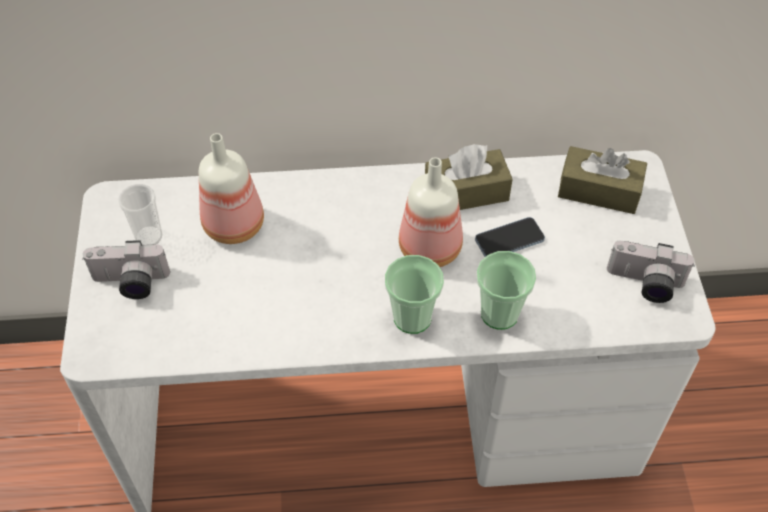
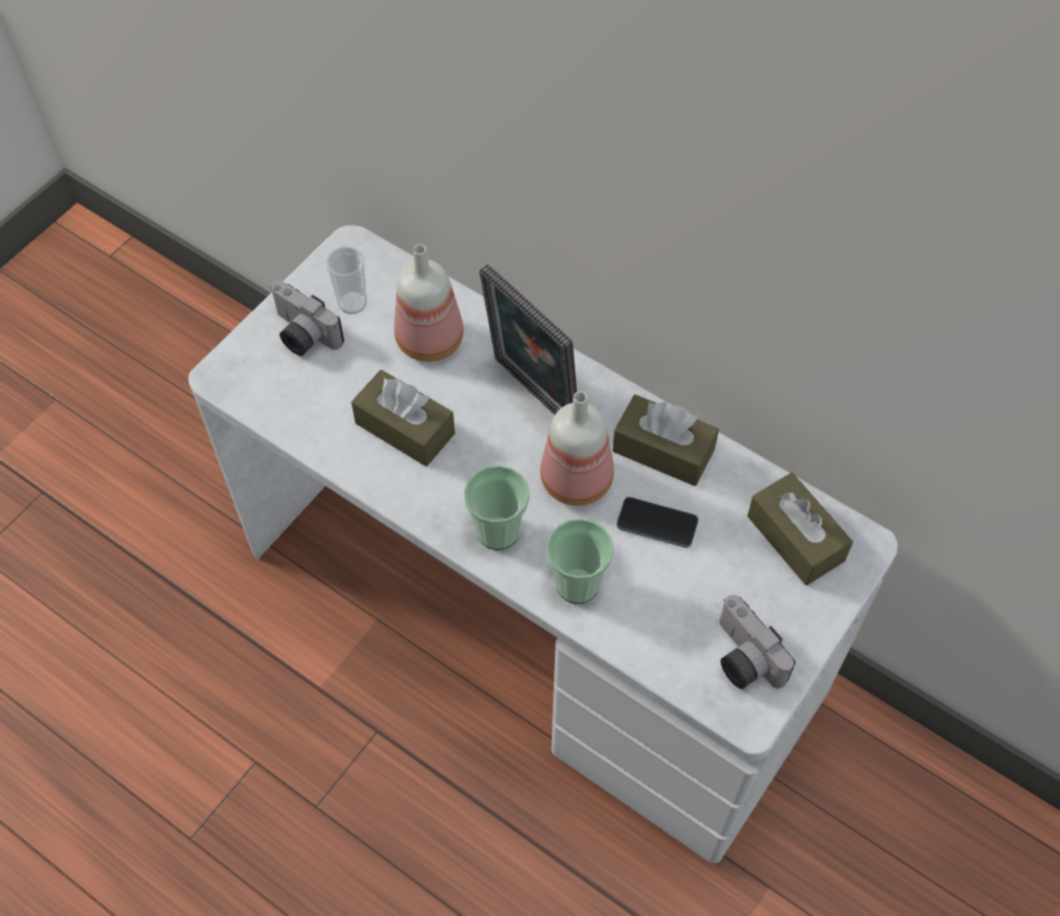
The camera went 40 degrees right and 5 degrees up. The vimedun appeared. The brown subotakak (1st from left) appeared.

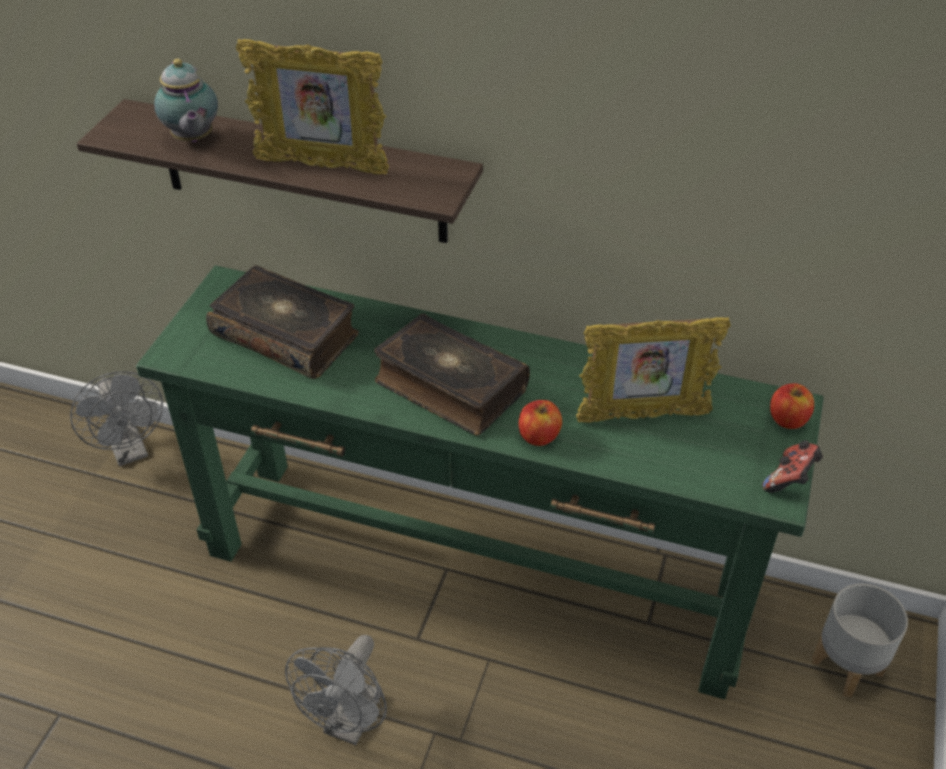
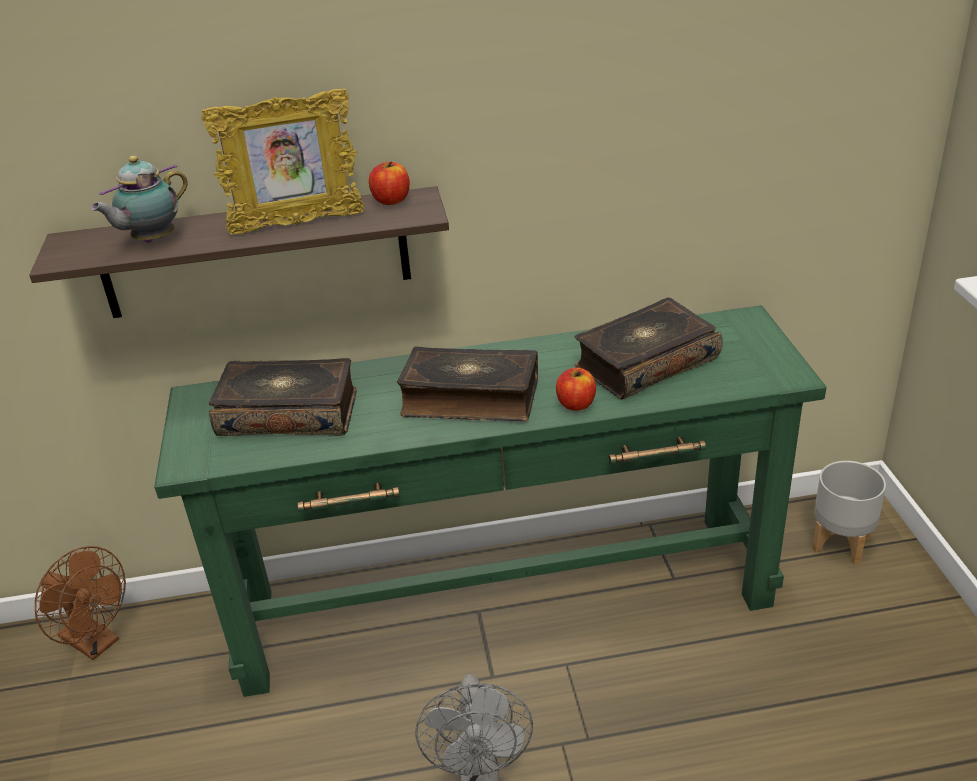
The camera went 25 degrees left and 10 degrees down. The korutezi turned 90 degrees clockwise. The vimedun (2nd from left) was replaced by the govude (3rd from left). The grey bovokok (1st from left) became the brown bovokok. The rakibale (2nd from left in the first image) moved. The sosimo disappeared.

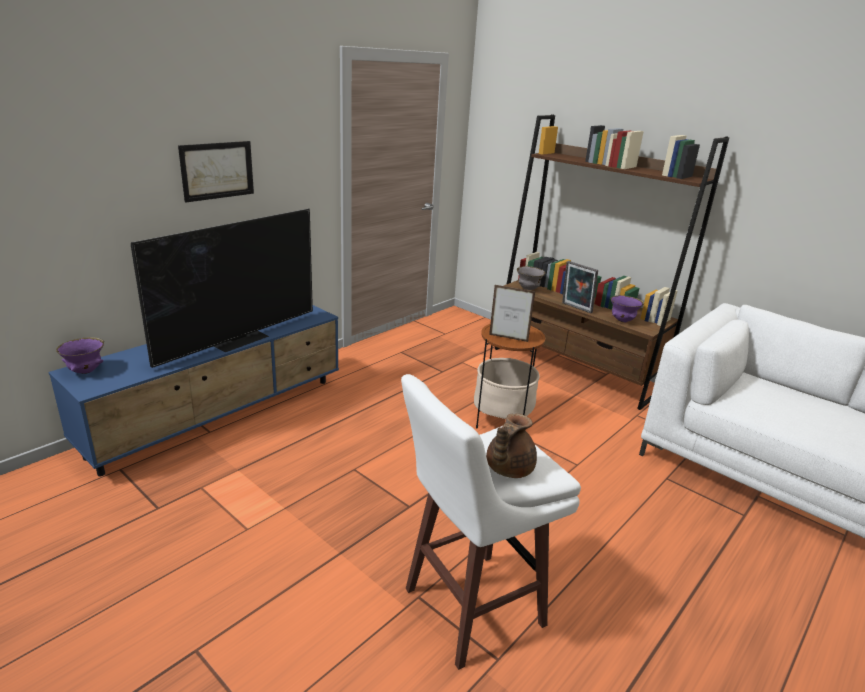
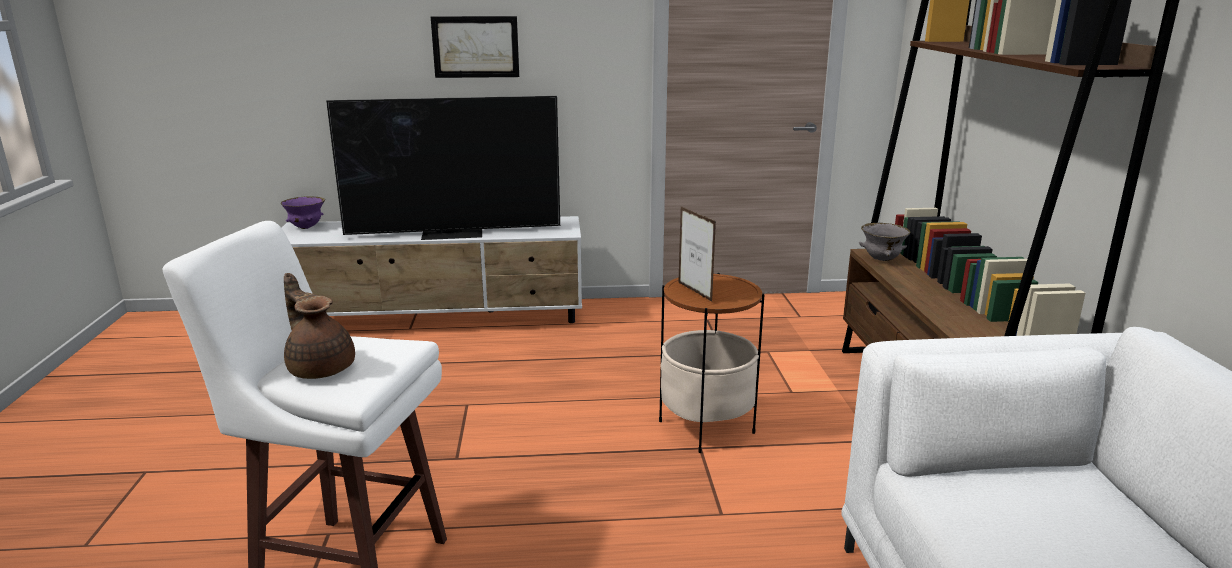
The camera went 45 degrees right and 5 degrees down. The vimedun (2nd from left) disappeared. The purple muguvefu (2nd from left) disappeared. The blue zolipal became the white zolipal. The brown korutezi turned 60 degrees clockwise.

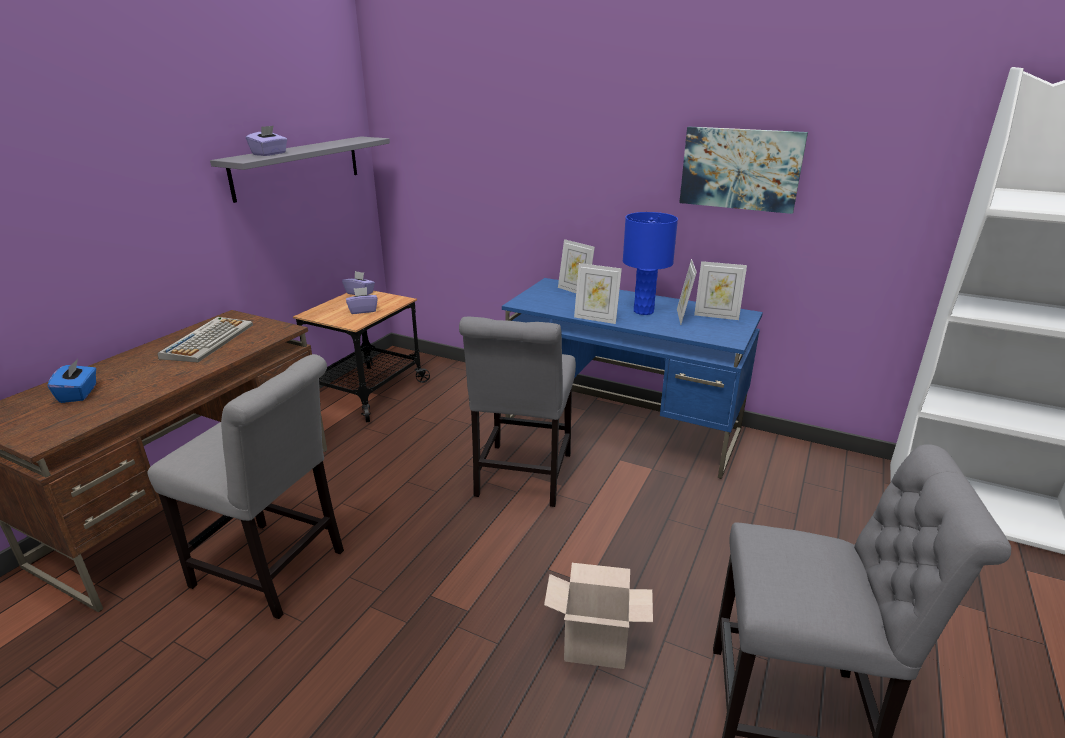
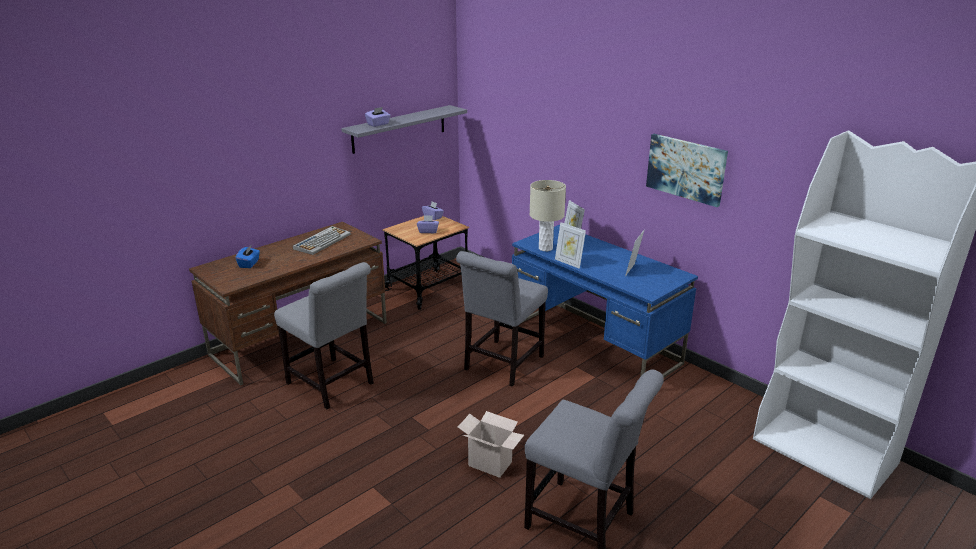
The camera went 20 degrees right and 0 degrees up. The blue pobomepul disappeared. The vimedun (4th from left) disappeared. The beige pobomepul appeared.

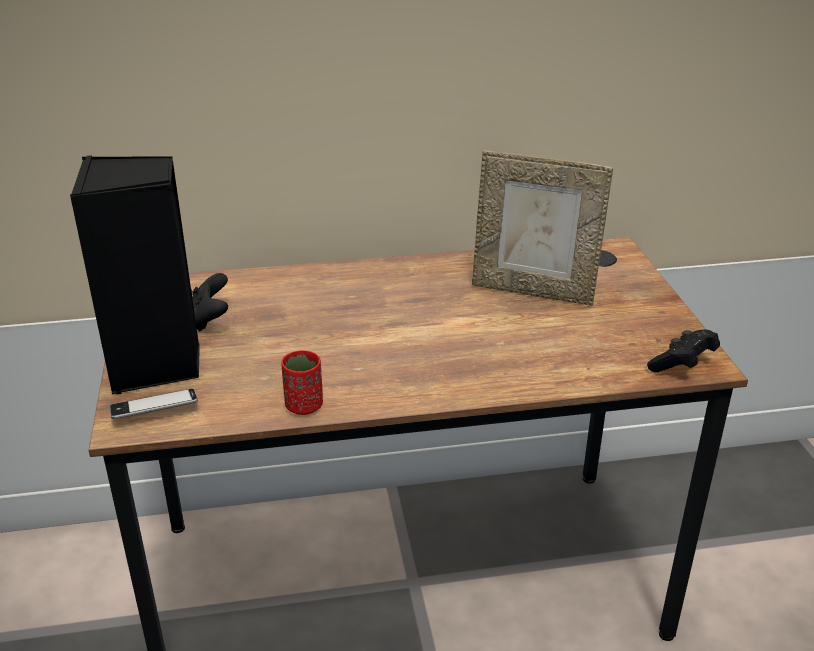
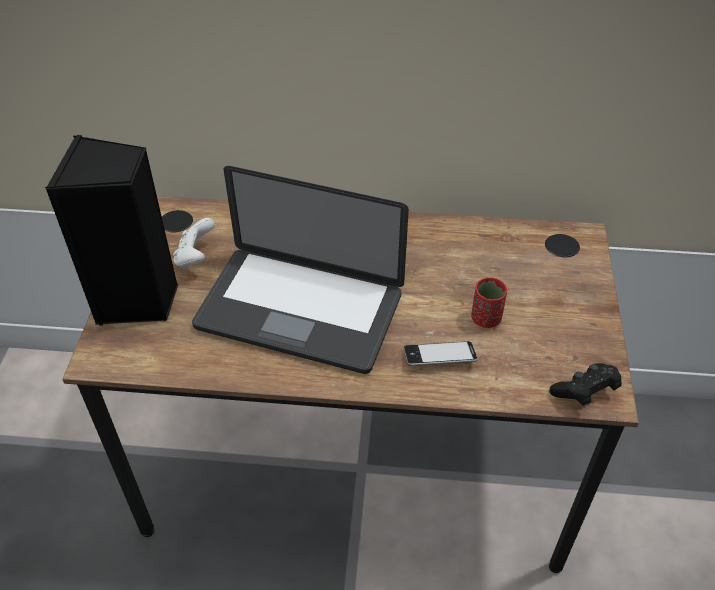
The camera went 15 degrees right and 15 degrees up. The vimedun disappeared. The black sosimo (1st from left) became the white sosimo. The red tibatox moved. The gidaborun moved. The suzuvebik appeared.

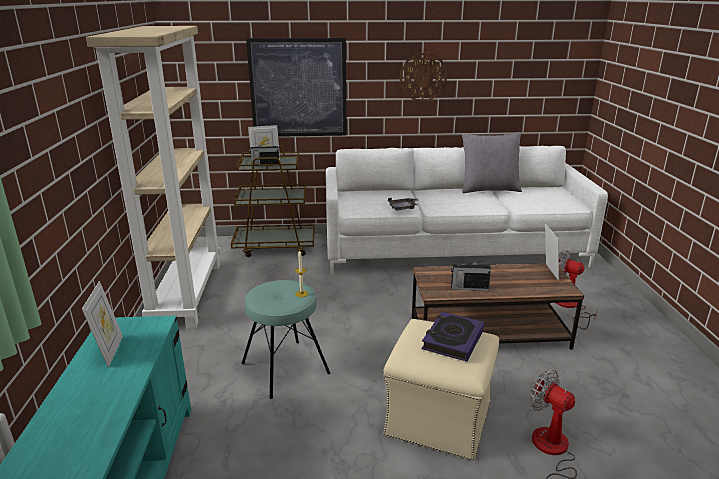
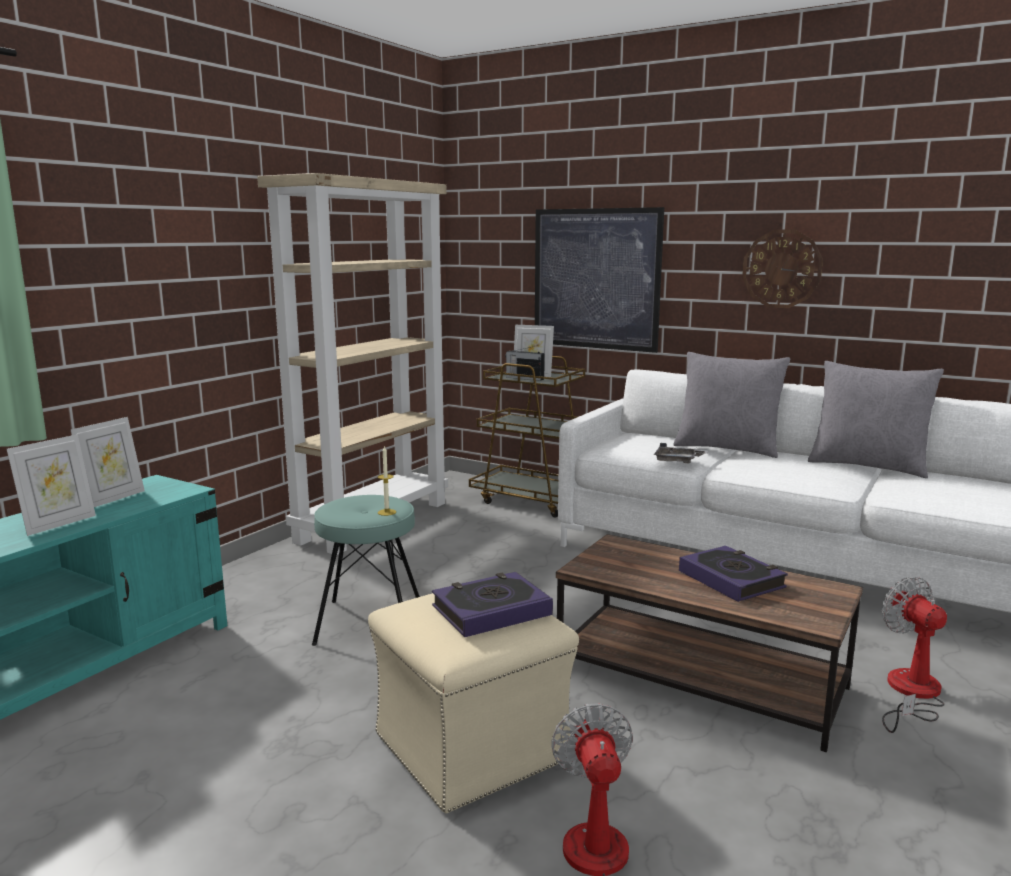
The camera went 35 degrees right and 10 degrees down. The vimedun (3rd from left in the first image) moved. The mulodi (2nd from left) disappeared. The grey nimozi (1st from left) appeared. The govude (2nd from left) appeared.

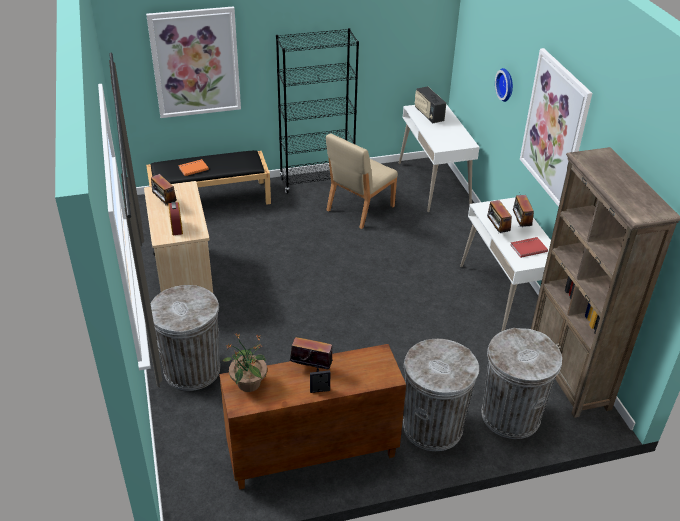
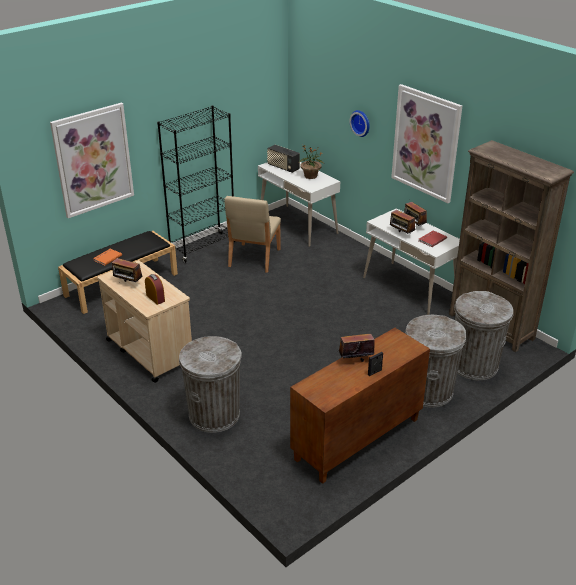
The camera went 25 degrees left and 5 degrees down. The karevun moved.

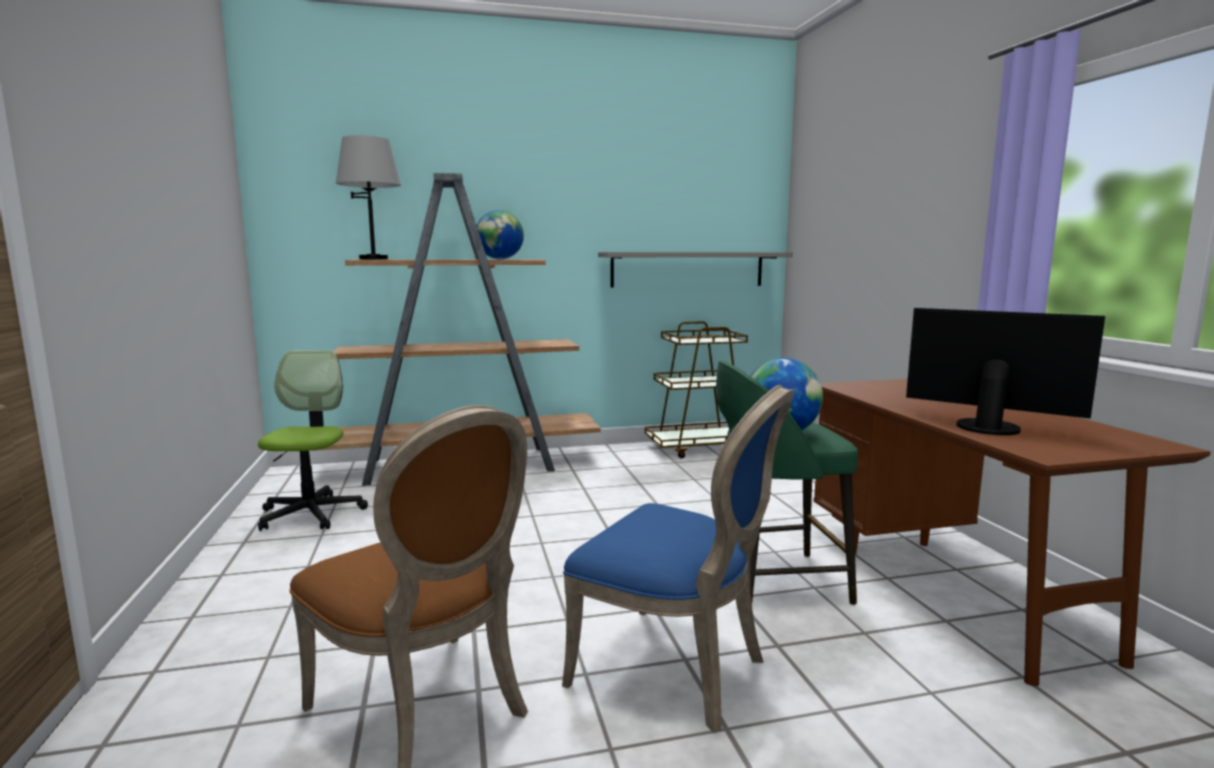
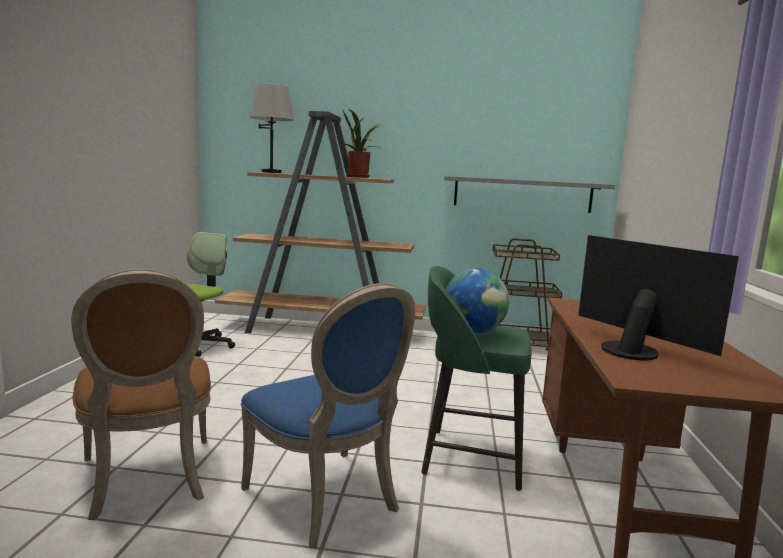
The camera went 20 degrees right and 0 degrees up. The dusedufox (1st from left) was replaced by the karevun.

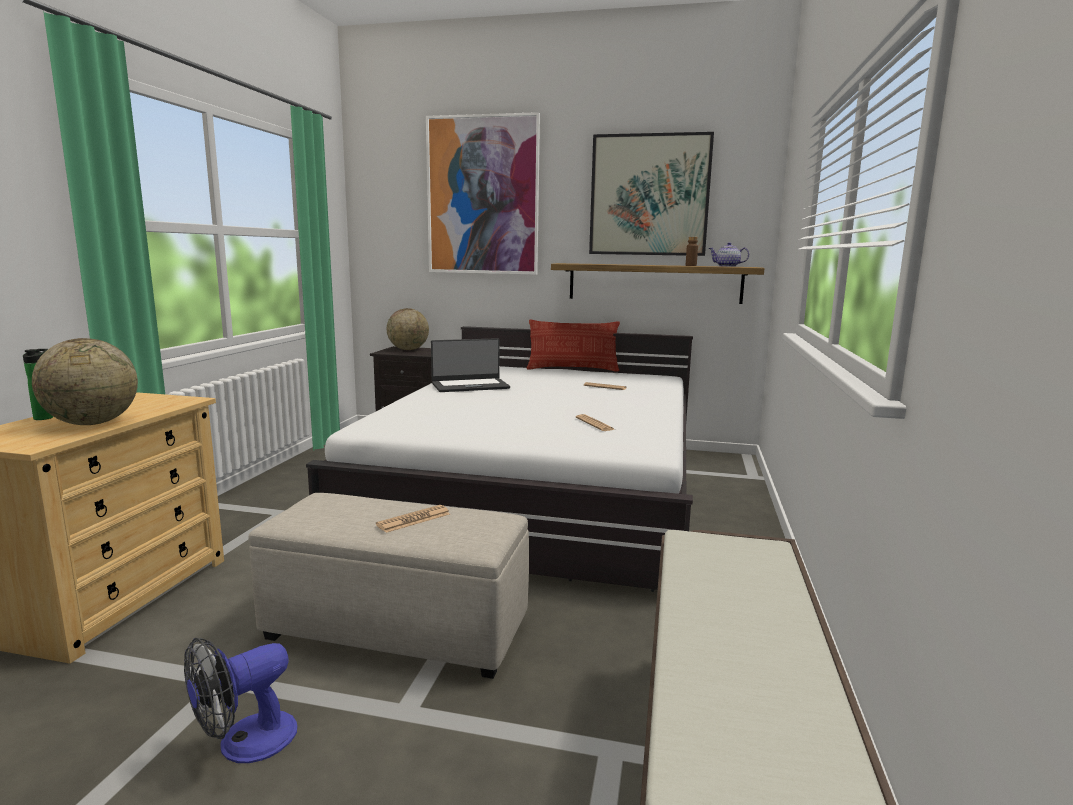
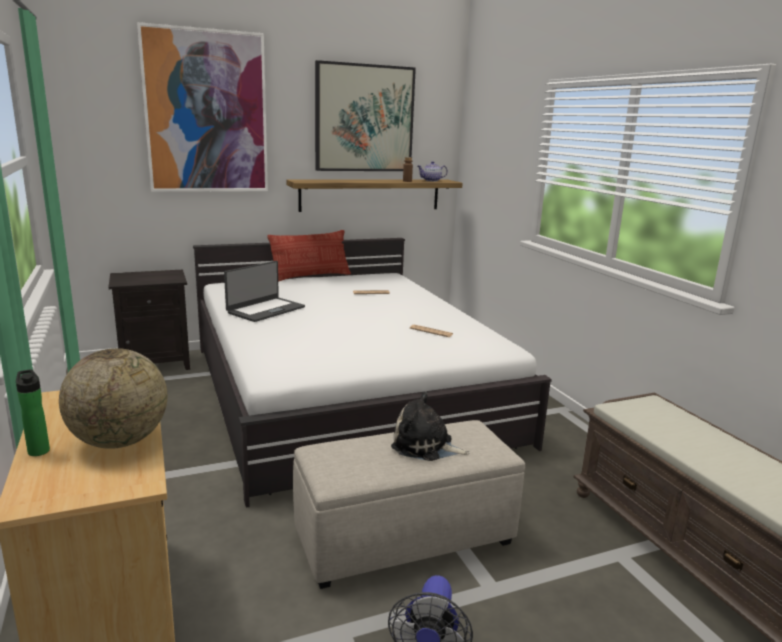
The camera went 35 degrees left and 5 degrees up. The dusedufox (2nd from left) disappeared. The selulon (1st from left) was replaced by the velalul.

